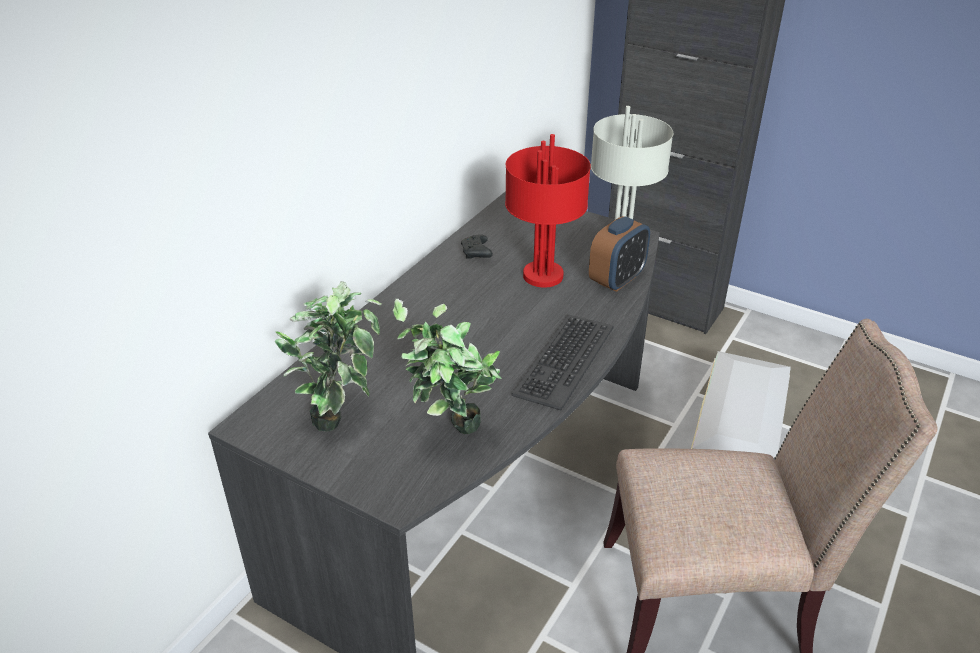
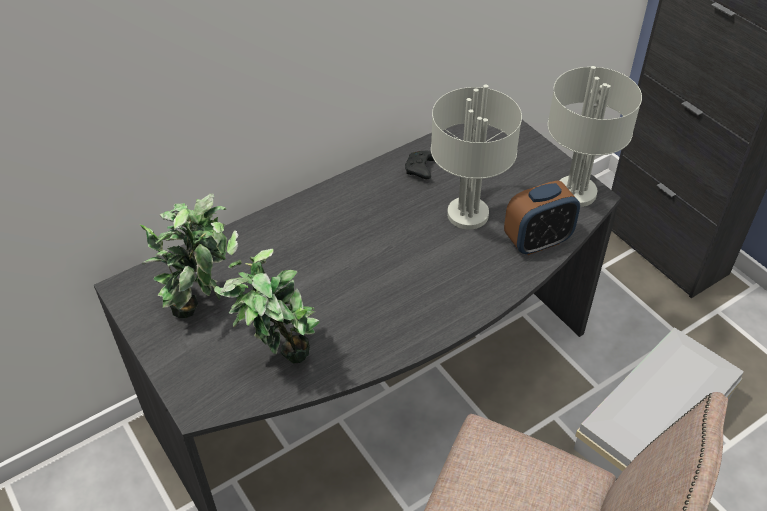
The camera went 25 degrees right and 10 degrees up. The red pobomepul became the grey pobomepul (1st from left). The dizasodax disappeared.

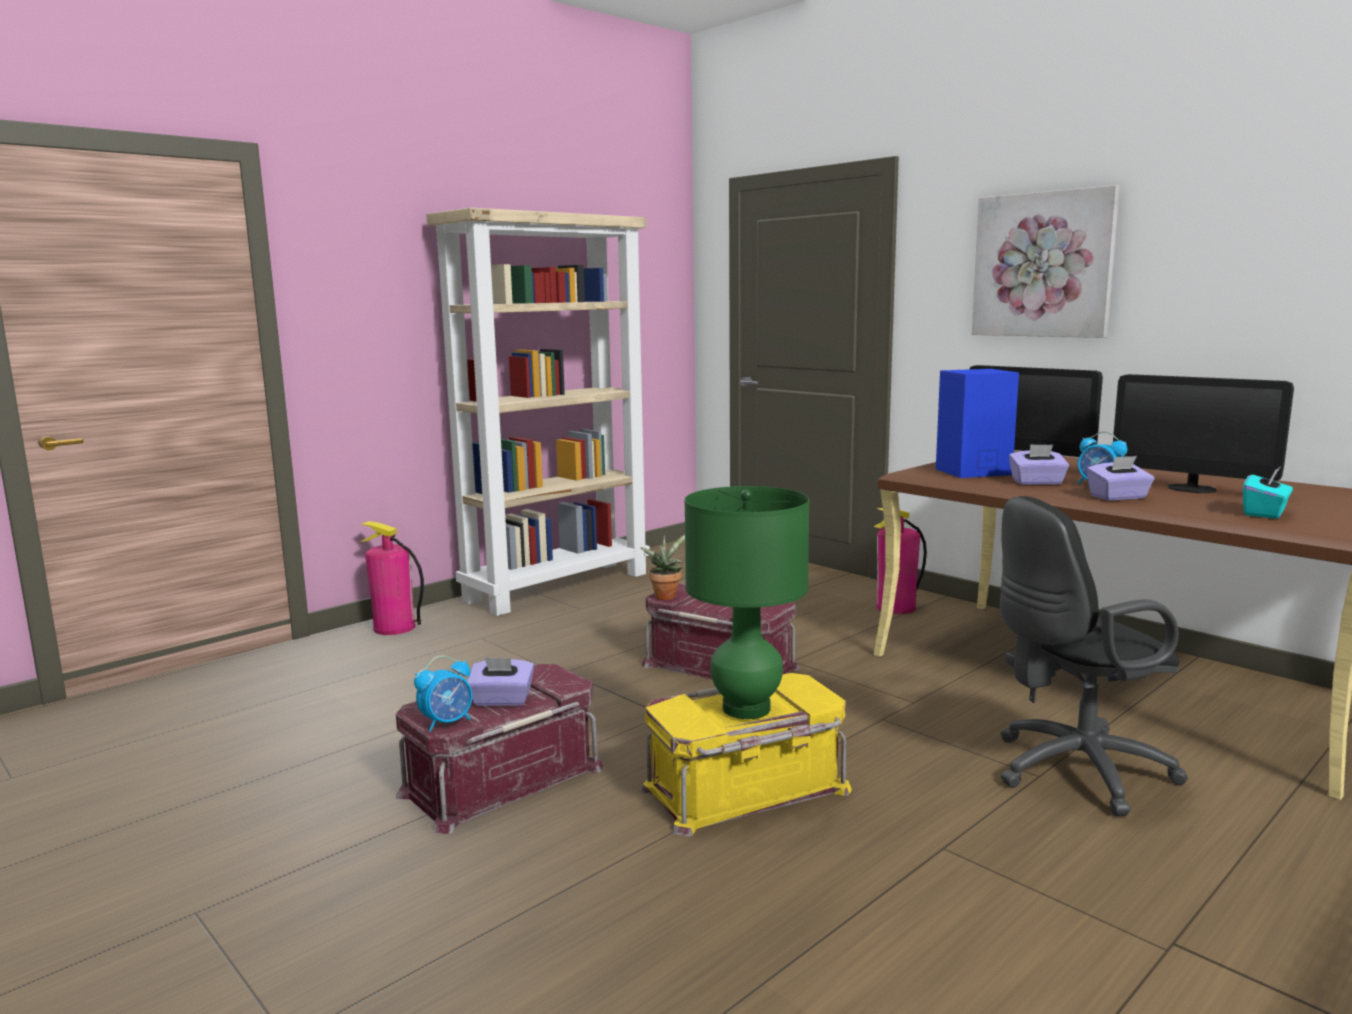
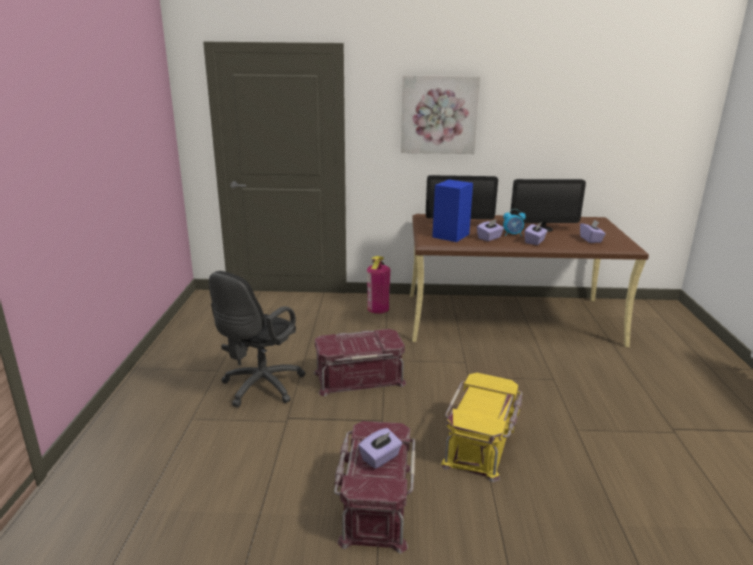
The camera went 45 degrees left and 10 degrees up. The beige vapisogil disappeared. The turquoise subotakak became the purple subotakak (4th from left). The green pobomepul disappeared. The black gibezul moved. The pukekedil (1st from left) disappeared. The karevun disappeared. The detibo (1st from left) disappeared.

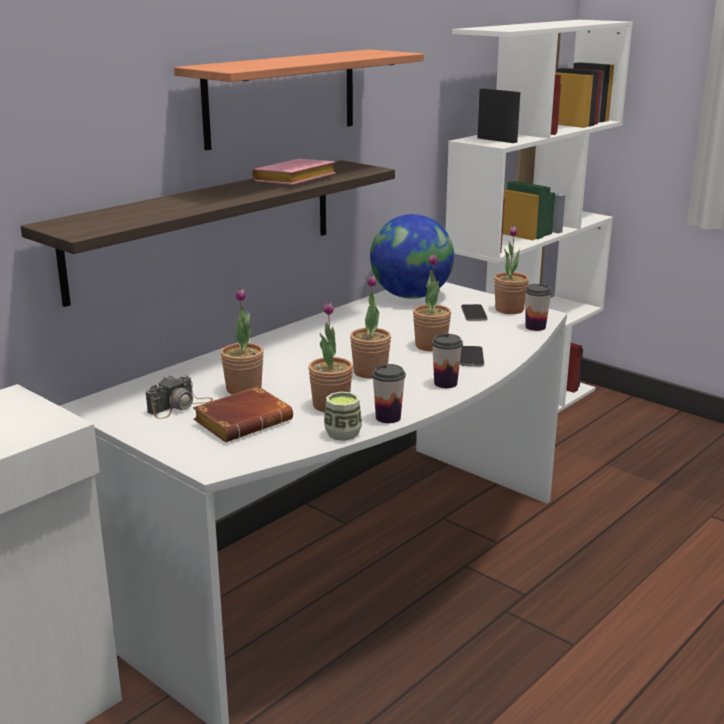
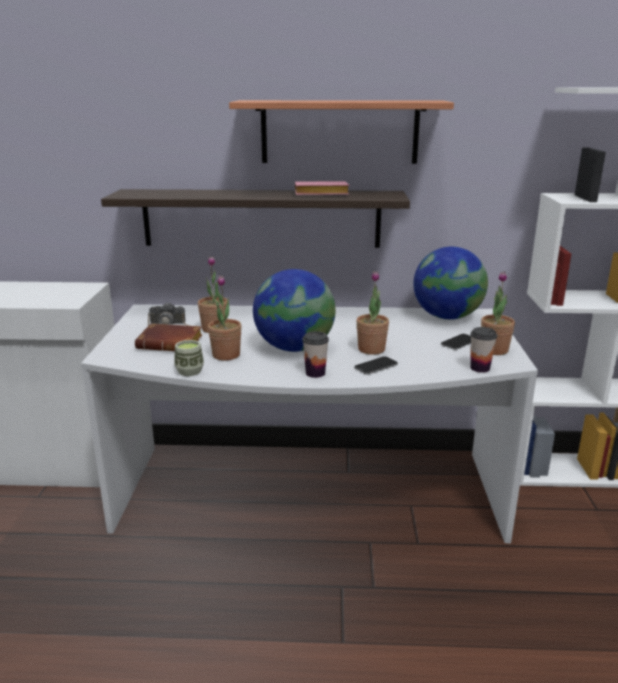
The camera went 50 degrees right and 0 degrees up. The karevun (3rd from left) was replaced by the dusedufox (1st from left). The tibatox (2nd from left) disappeared.

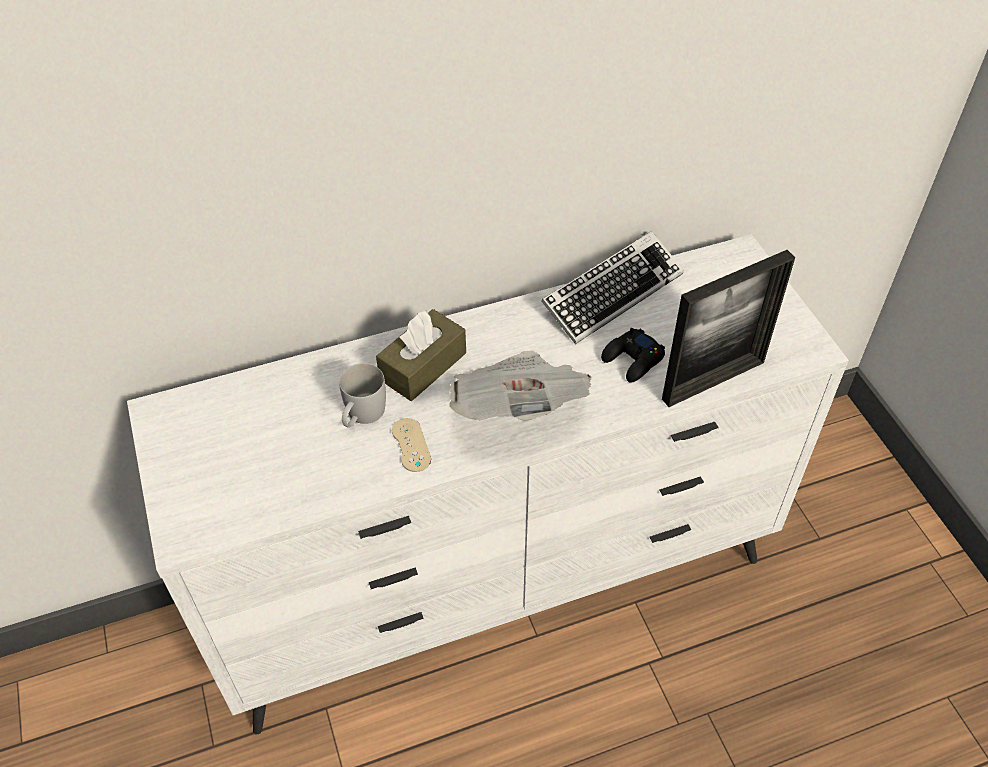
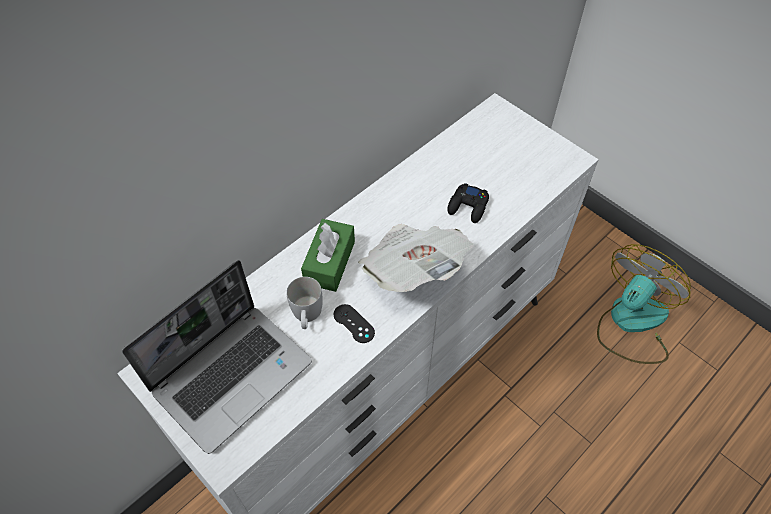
The camera went 25 degrees left and 5 degrees up. The dizasodax disappeared. The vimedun disappeared. The brown subotakak became the green subotakak. The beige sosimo became the black sosimo (1st from left). The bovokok appeared. The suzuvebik appeared.

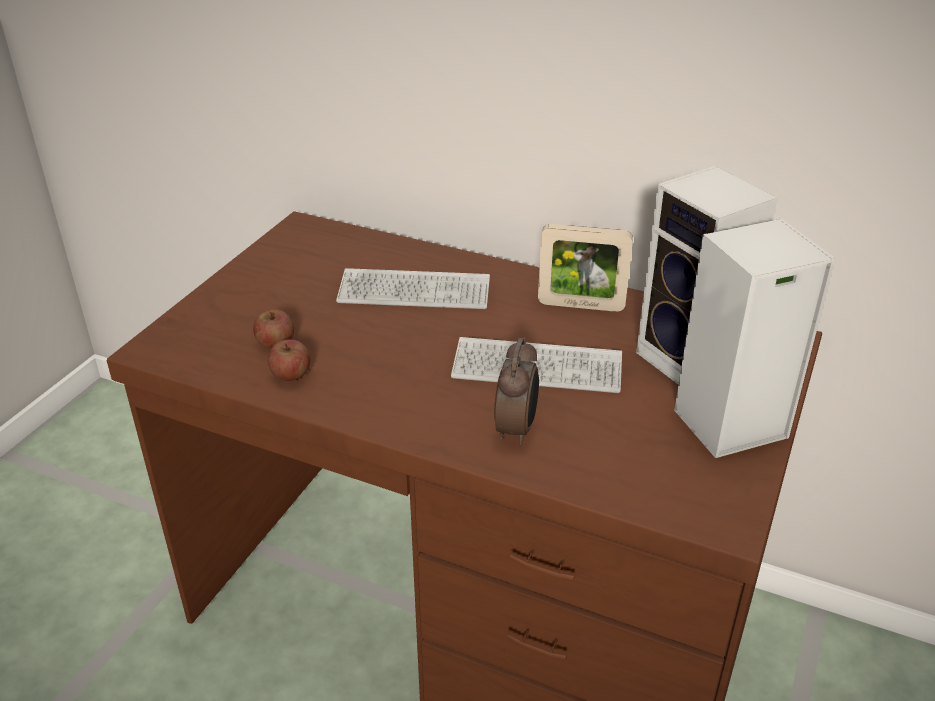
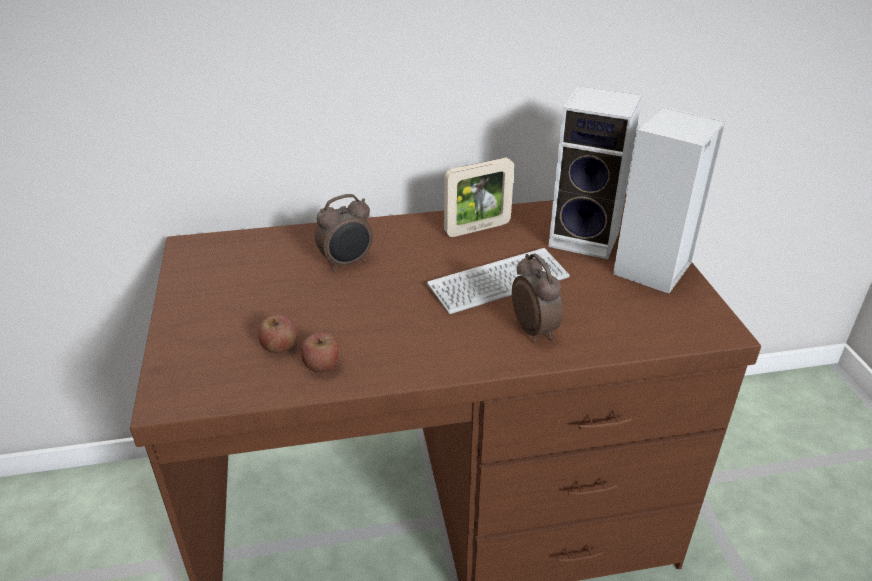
The camera went 35 degrees left and 0 degrees up. The dizasodax (1st from left) was replaced by the detibo (1st from left).

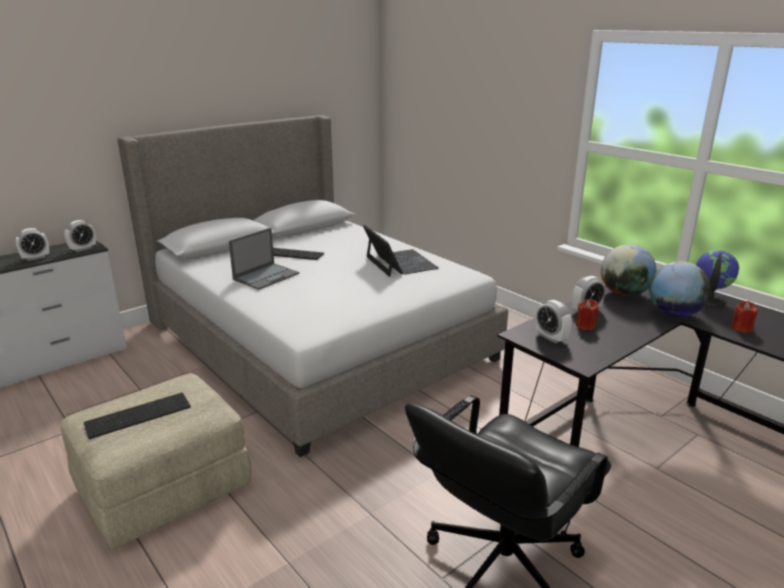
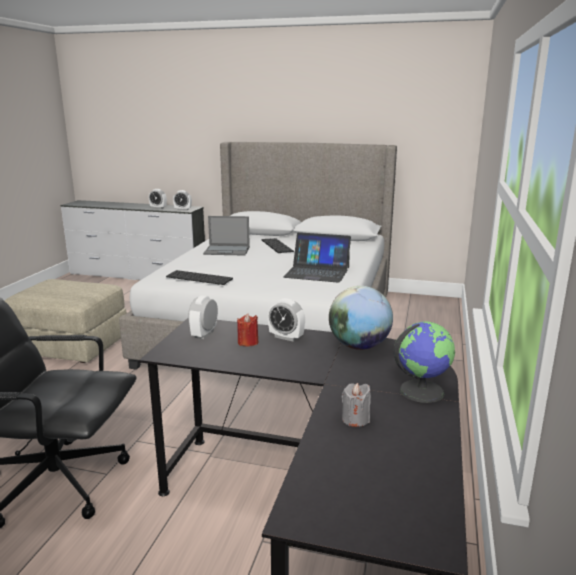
The camera went 55 degrees right and 5 degrees down. The suzuvebik (2nd from left) turned 75 degrees clockwise. The dusedufox (2nd from left) disappeared. The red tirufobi (2nd from left) became the grey tirufobi. The dizasodax (1st from left) moved.

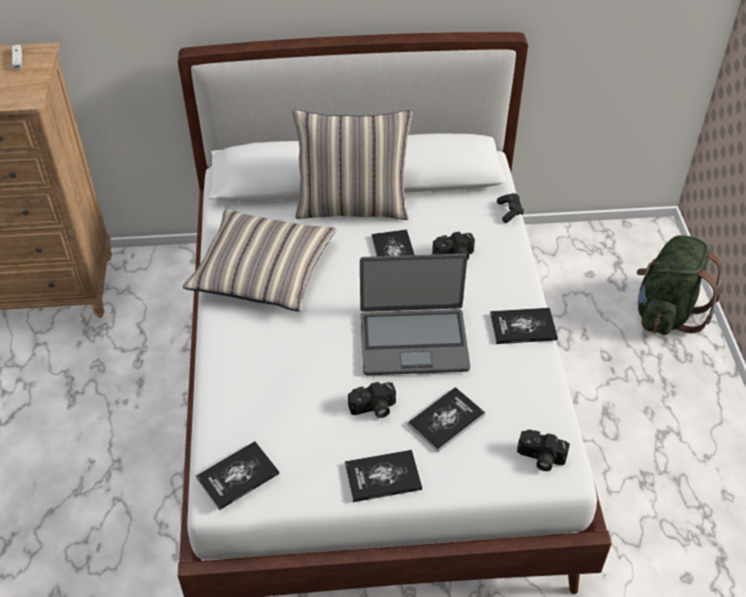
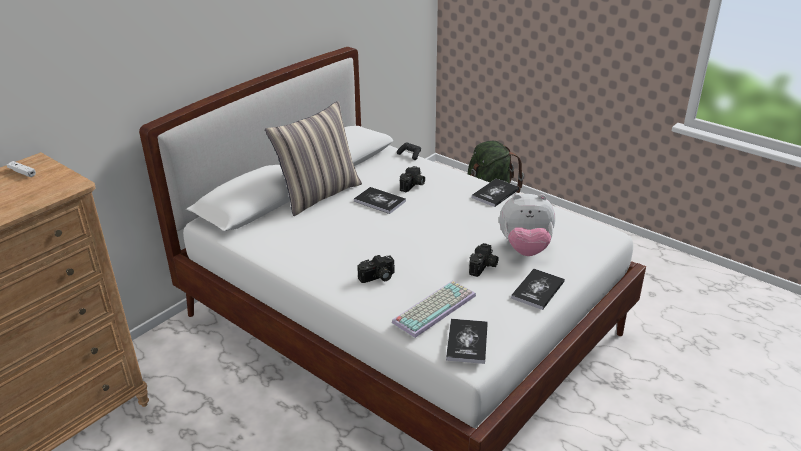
The camera went 45 degrees left and 15 degrees down. The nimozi (1st from left) disappeared. The suzuvebik disappeared. The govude (4th from left) was replaced by the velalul. The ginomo (3rd from left in the first image) moved. The dizasodax appeared.

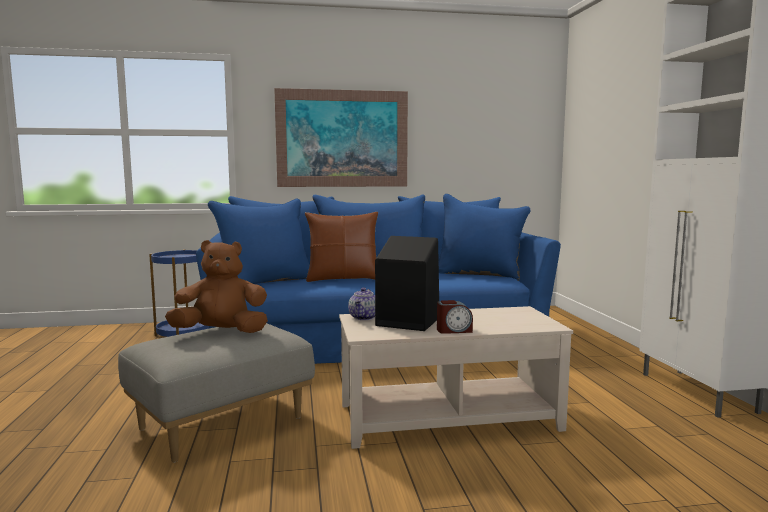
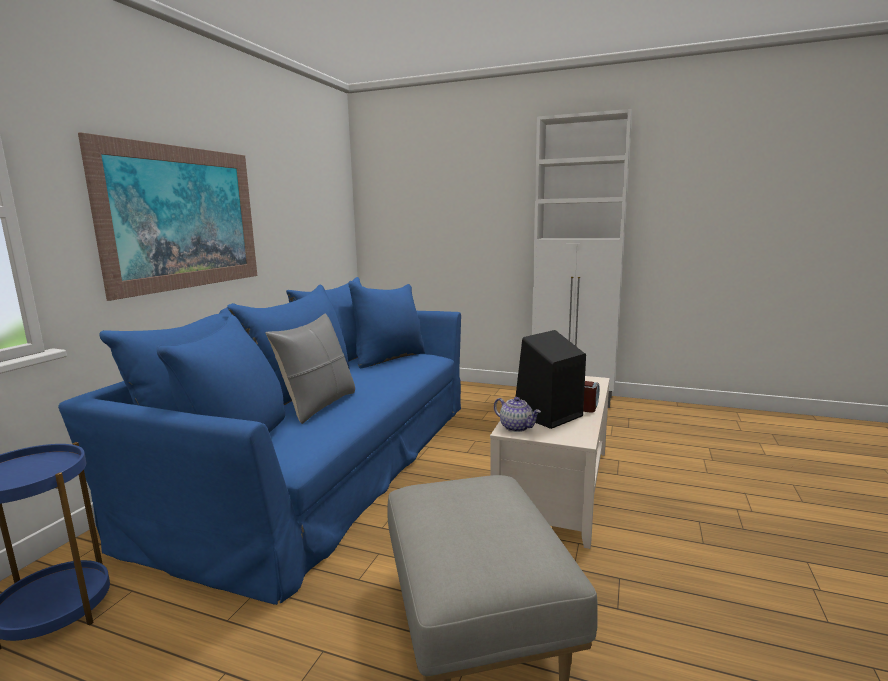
The camera went 60 degrees left and 5 degrees up. The brown nimozi became the grey nimozi. The brown velalul disappeared.

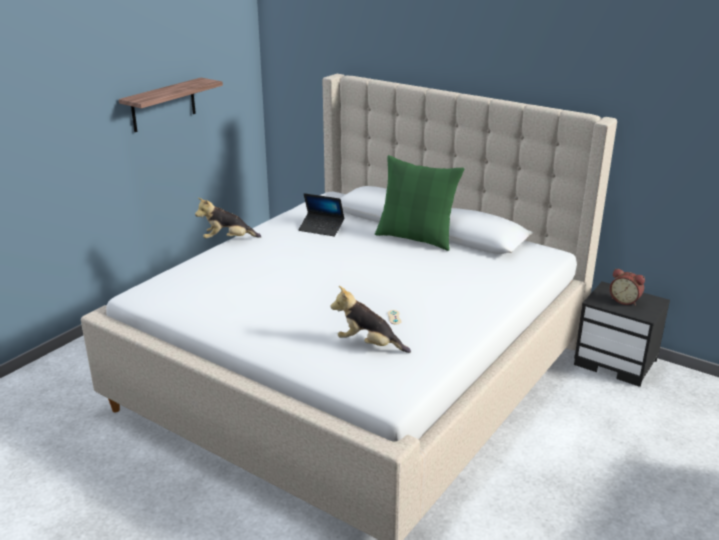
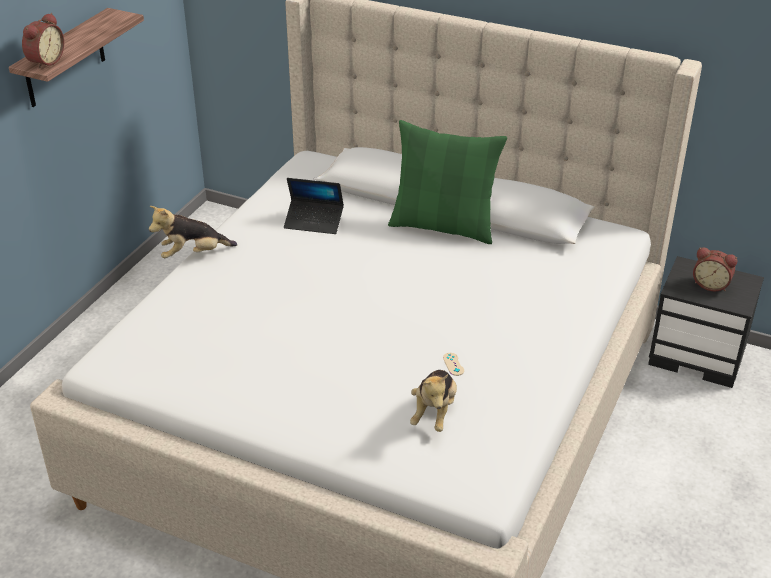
The camera went 10 degrees left and 10 degrees up. The velalul (2nd from left) turned 90 degrees counterclockwise. The detibo (1st from left) appeared.

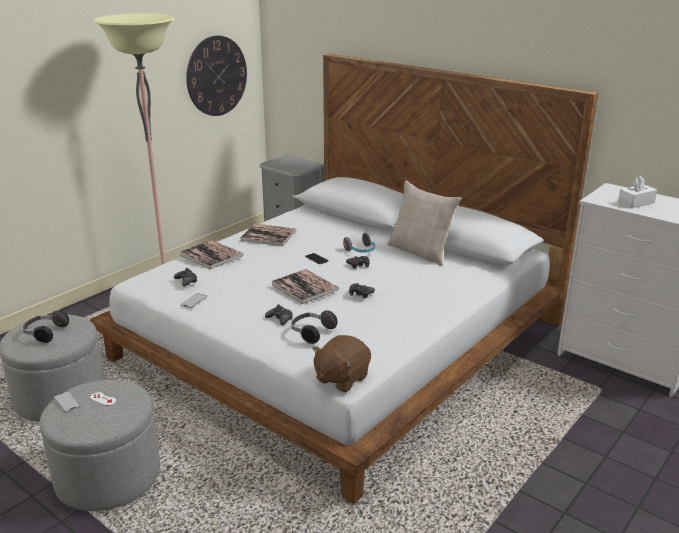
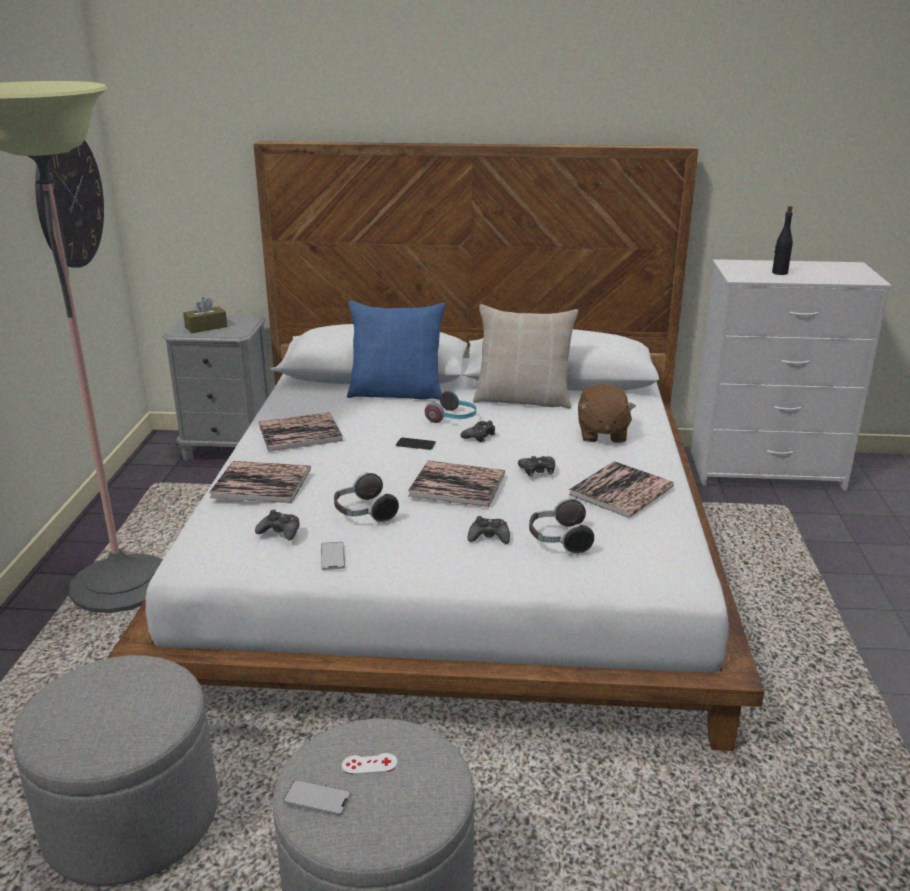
The camera went 35 degrees left and 0 degrees up. The white subotakak was replaced by the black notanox. The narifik (1st from left) moved. The brown velalul moved. The brown subotakak appeared. The blue nimozi appeared. The govude (4th from left) appeared.

